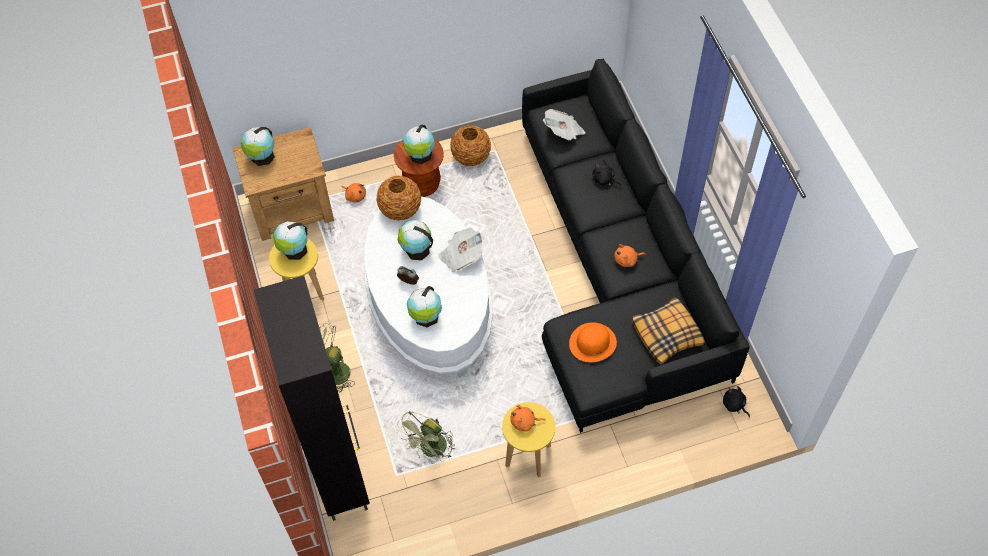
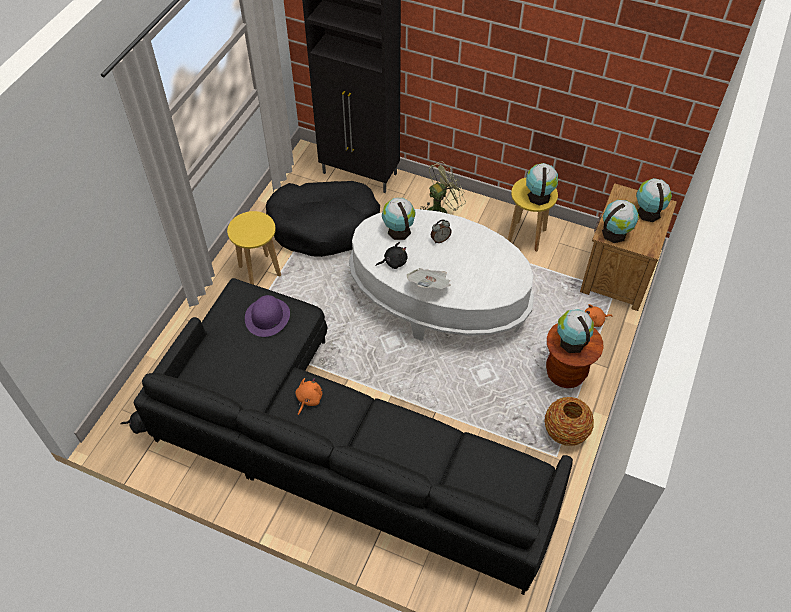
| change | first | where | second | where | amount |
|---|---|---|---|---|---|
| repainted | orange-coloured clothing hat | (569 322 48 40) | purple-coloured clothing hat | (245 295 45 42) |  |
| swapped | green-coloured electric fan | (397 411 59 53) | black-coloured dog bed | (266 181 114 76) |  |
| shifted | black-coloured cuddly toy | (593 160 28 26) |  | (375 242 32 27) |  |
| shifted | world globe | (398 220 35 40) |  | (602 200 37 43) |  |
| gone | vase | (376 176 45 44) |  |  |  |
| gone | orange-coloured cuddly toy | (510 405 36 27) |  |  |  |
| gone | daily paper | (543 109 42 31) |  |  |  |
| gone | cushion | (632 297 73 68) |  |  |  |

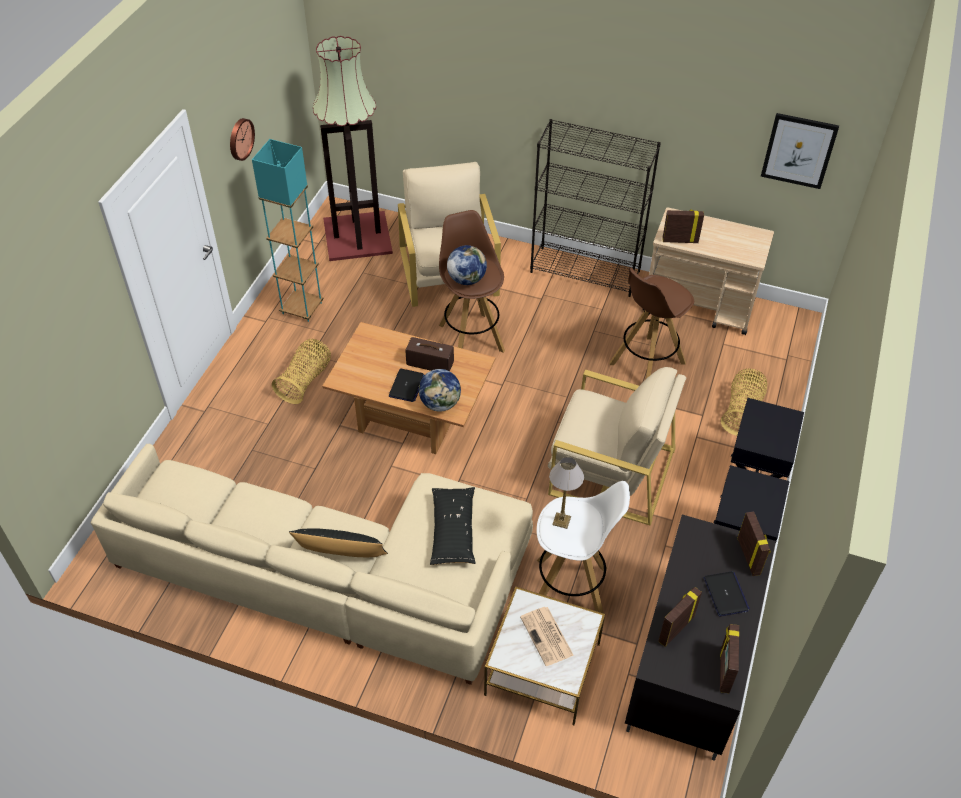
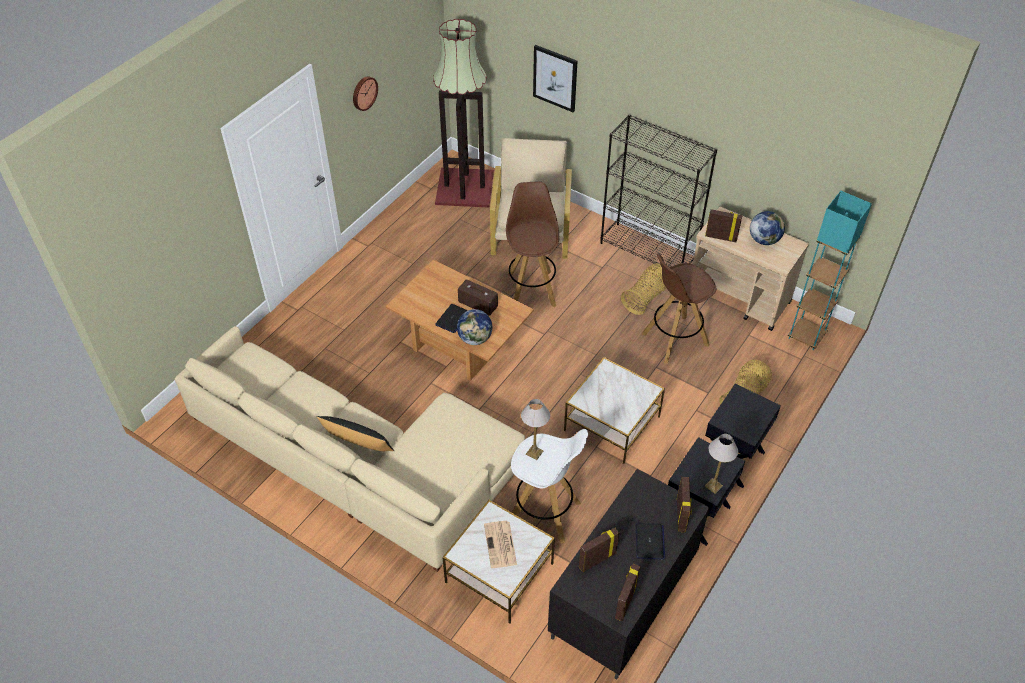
| change | first | where | second | where | amount |
|---|---|---|---|---|---|
| shifted | wall art | (761 113 78 76) |  | (533 45 45 67) |  |
| swapped | sand-coloured armchair | (548 367 138 159) | accent table | (564 357 101 107) |  |
| shifted | storage basket | (272 339 59 65) |  | (621 263 46 52) |  |
| new |  |  | lamp for a table | (705 434 33 60) |  |
| shifted | world globe | (447 245 40 40) |  | (750 211 35 34) |  |
| shifted | turquoise-coloured standing lamp | (252 139 71 183) |  | (788 191 84 159) |  |
| gone | black-coloured cushion | (430 487 46 78) |  |  |  |

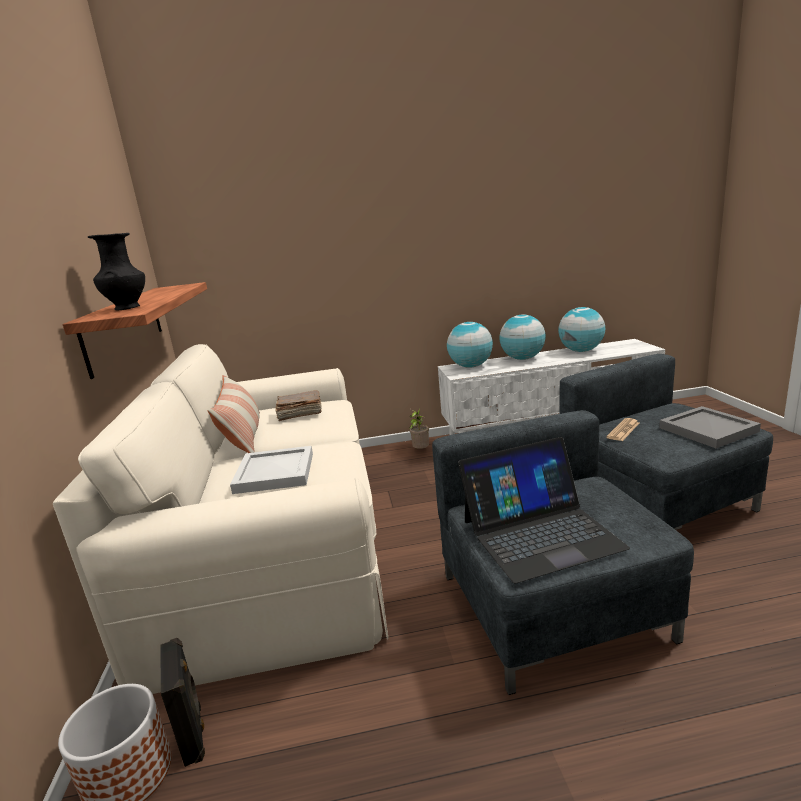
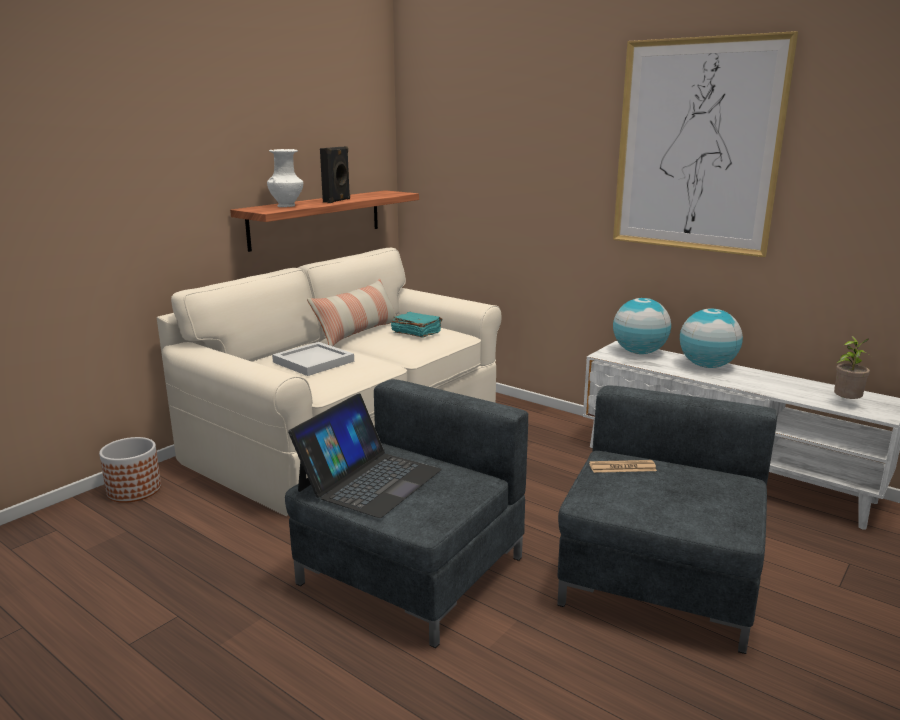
| change | first | where | second | where | amount |
|---|---|---|---|---|---|
| repainted | black-coloured vase | (88 233 57 77) | white-coloured vase | (267 149 36 58) |  |
| rotated | portable computer | (458 437 172 146) |  | (288 393 154 125) | 90 degrees counterclockwise |
| shifted | black-coloured loudspeaker | (160 638 45 129) |  | (320 146 30 57) |  |
| repainted | brownish volume | (275 390 47 31) | turquoise-coloured volume | (391 312 52 26) |  |
| new |  |  | wall art | (613 31 185 226) |  |
| shifted | potted plant | (409 409 20 40) |  | (834 336 37 63) |  |
| gone | world globe | (558 307 47 45) |  |  |  |
| gone | greyish serving tray | (659 406 102 42) |  |  |  |

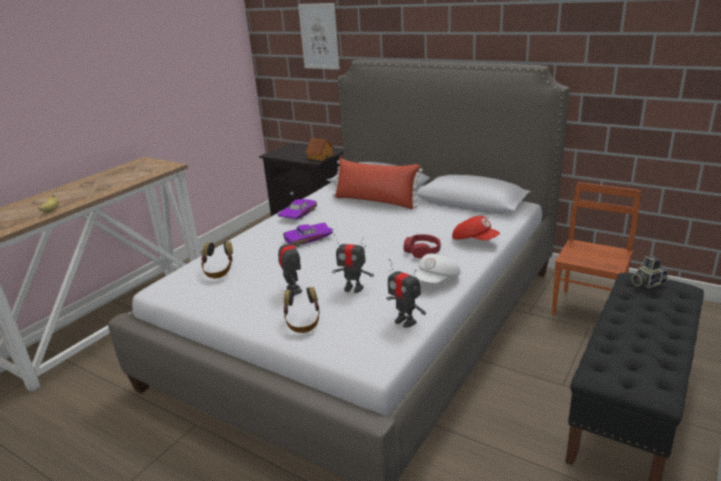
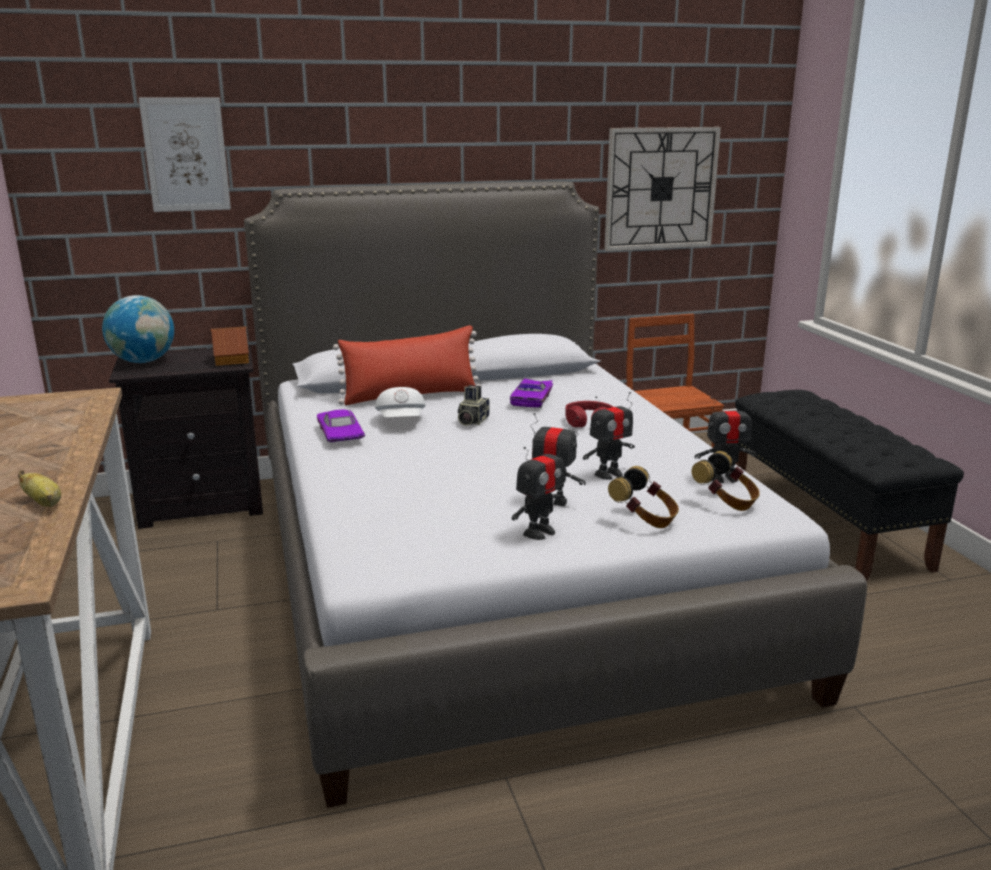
| change | first | where | second | where | amount |
|---|---|---|---|---|---|
| new |  |  | world globe | (102 295 72 68) |  |
| shifted | white-coloured peaked cap | (414 253 47 30) |  | (375 387 51 31) |  |
| shifted | photo camera | (632 256 36 32) |  | (458 385 32 41) |  |
| shifted | purple-coloured model car | (283 222 50 25) |  | (510 378 44 30) |  |
| new |  |  | toy robot | (512 437 52 103) |  |
| new |  |  | hanging clock | (604 127 117 124) |  |
| shifted | pair of headphones | (201 242 32 36) |  | (692 451 68 60) |  |
| gone | reddish peaked cap | (452 216 48 24) |  |  |  |

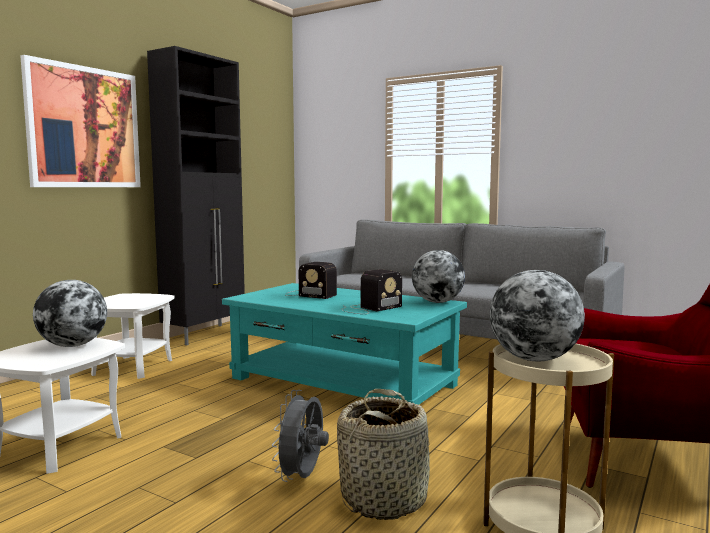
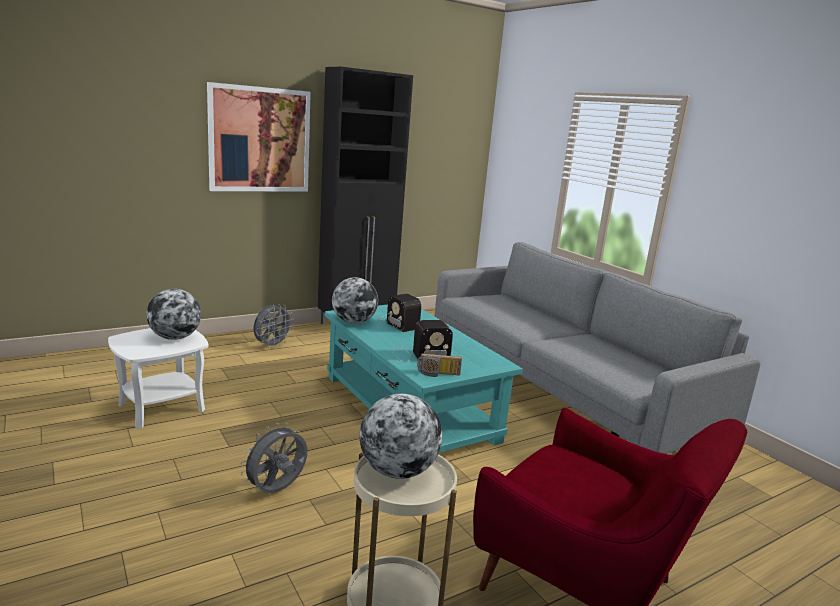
| change | first | where | second | where | amount |
|---|---|---|---|---|---|
| swapped | white-coloured accent table | (91 293 83 86) | greyish electric fan | (254 304 40 45) |  |
| shifted | world globe | (412 250 53 53) |  | (332 277 46 47) |  |
| new |  |  | radio | (417 354 45 23) |  |
| gone | storage basket | (337 389 93 131) |  |  |  |

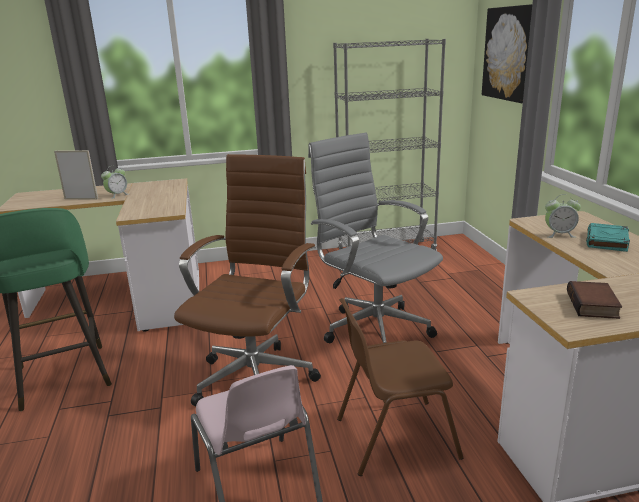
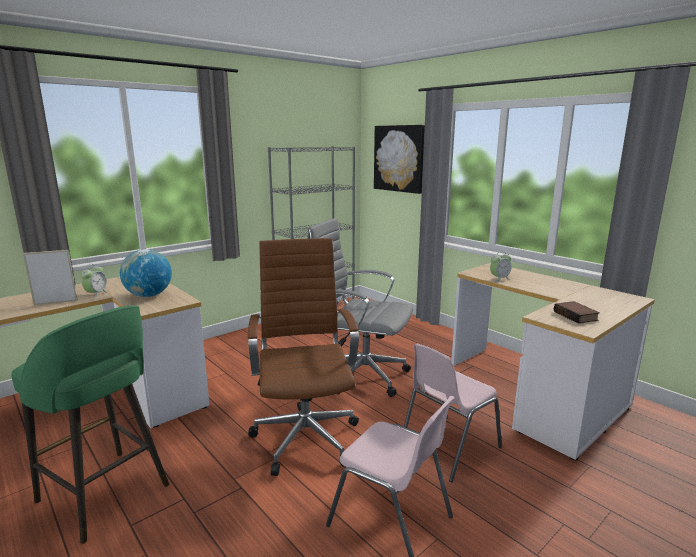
| change | first | where | second | where | amount |
|---|---|---|---|---|---|
| new |  |  | world globe | (120 249 52 48) |  |
| repainted | brownish plain chair | (337 298 127 178) | pink plain chair | (404 344 98 138) |  |
| gone | turquoise-coloured volume | (586 223 44 29) |  |  |  |

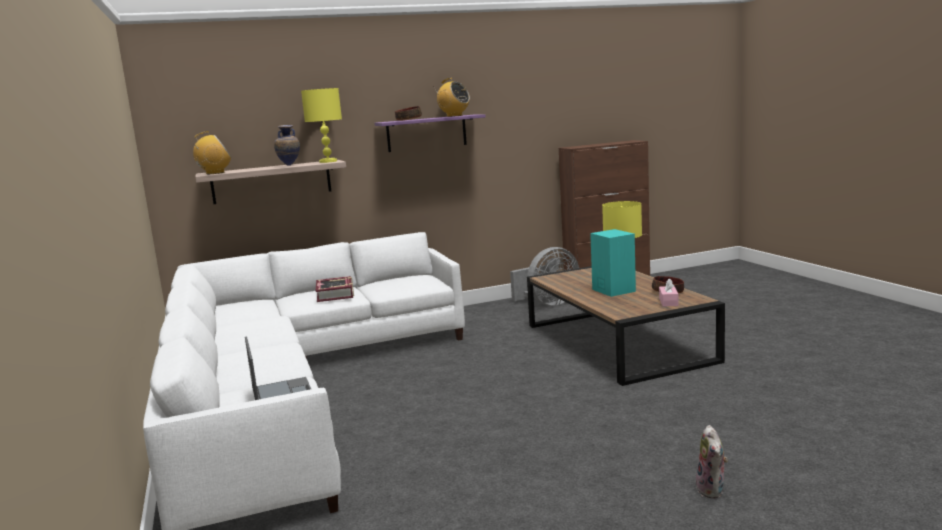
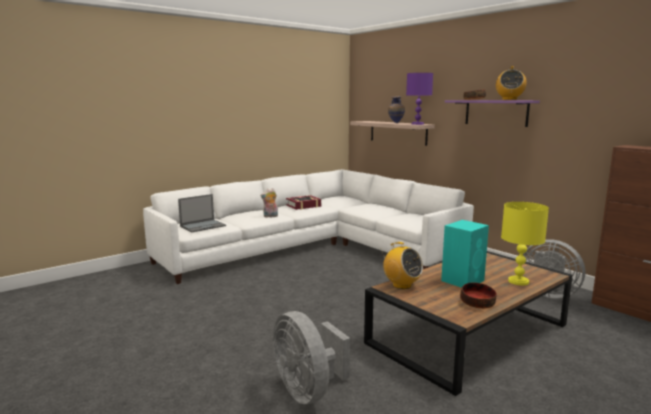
| change | first | where | second | where | amount |
|---|---|---|---|---|---|
| shifted | cuddly toy | (696 425 32 74) |  | (260 188 18 30) |  |
| new |  |  | greyish electric fan | (273 311 77 93) |  |
| shifted | volume | (316 276 38 26) |  | (286 195 35 15) |  |
| shifted | radio | (191 131 41 43) |  | (381 242 42 47) |  |
| repainted | yellow lamp for a table | (301 88 41 75) | purple-coloured lamp for a table | (406 73 27 52) |  |
| gone | pink tissue box | (659 278 19 28) |  |  |  |

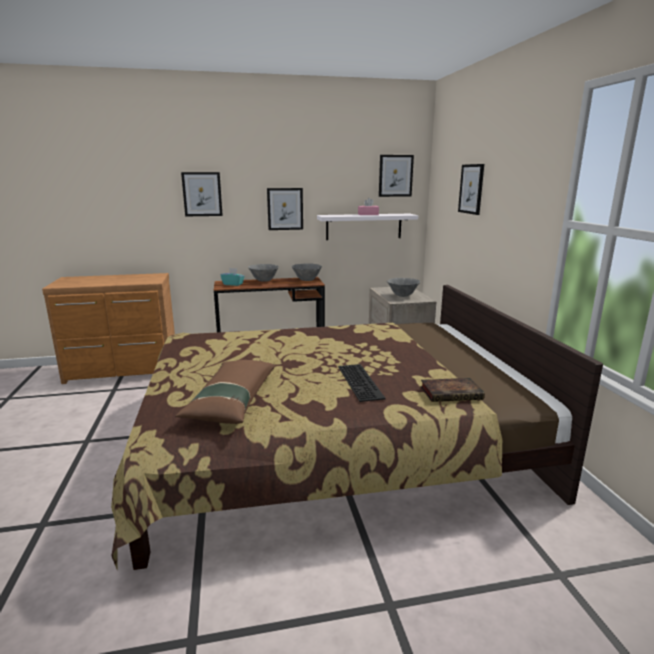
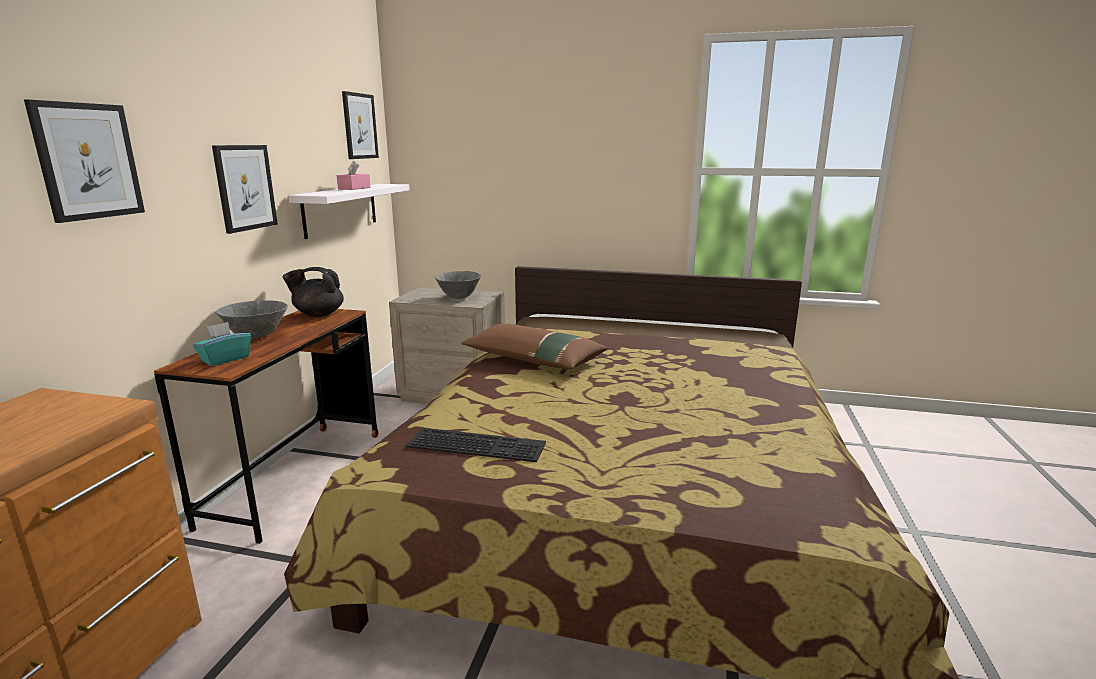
| change | first | where | second | where | amount |
|---|---|---|---|---|---|
| swapped | greyish serving bowl | (291 263 31 18) | black-coloured tea pot | (283 267 61 50) |  |
| shifted | PC keyboard | (338 364 48 38) |  | (406 428 140 34) |  |
| shifted | brownish cushion | (175 360 100 64) |  | (461 323 146 46) |  |
| gone | volume | (420 378 65 24) |  |  |  |
| gone | wall art | (458 164 26 51) |  |  |  |

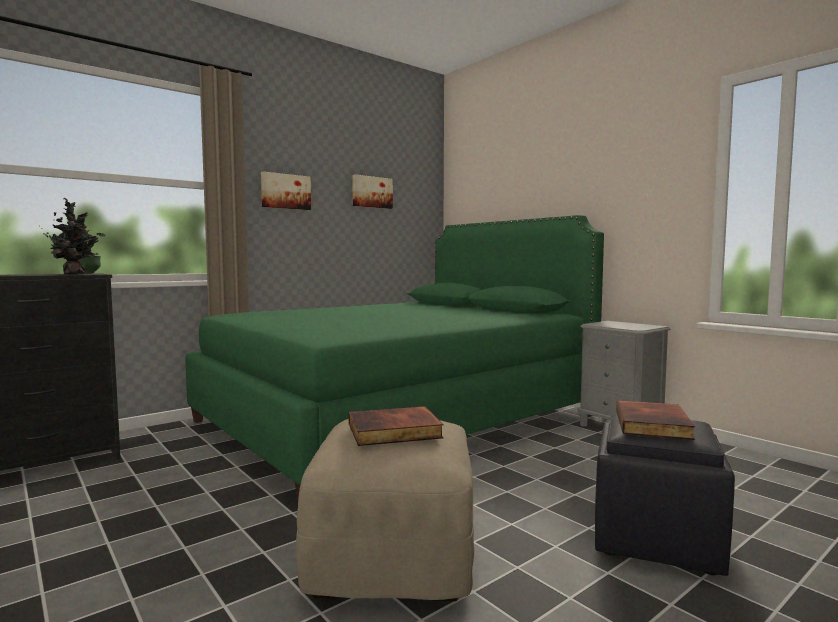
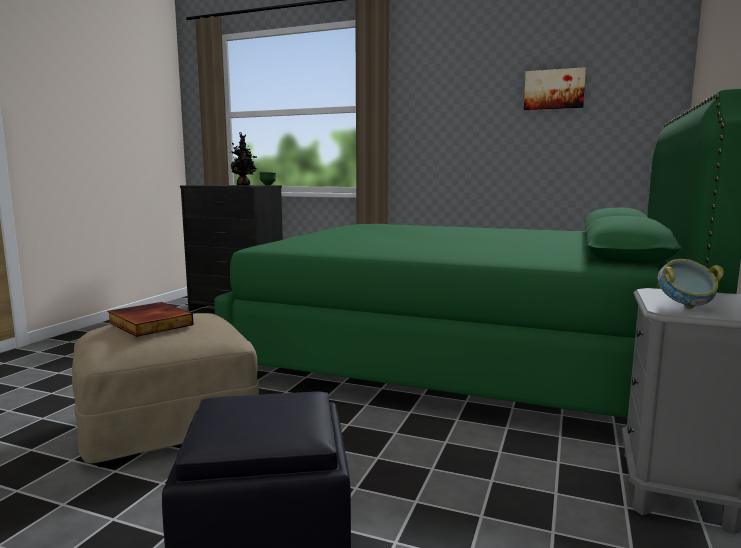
| change | first | where | second | where | amount |
|---|---|---|---|---|---|
| new |  |  | serving bowl | (658 259 66 50) |  |
| gone | wall art | (261 172 50 38) |  |  |  |
| gone | volume | (616 400 79 40) |  |  |  |

